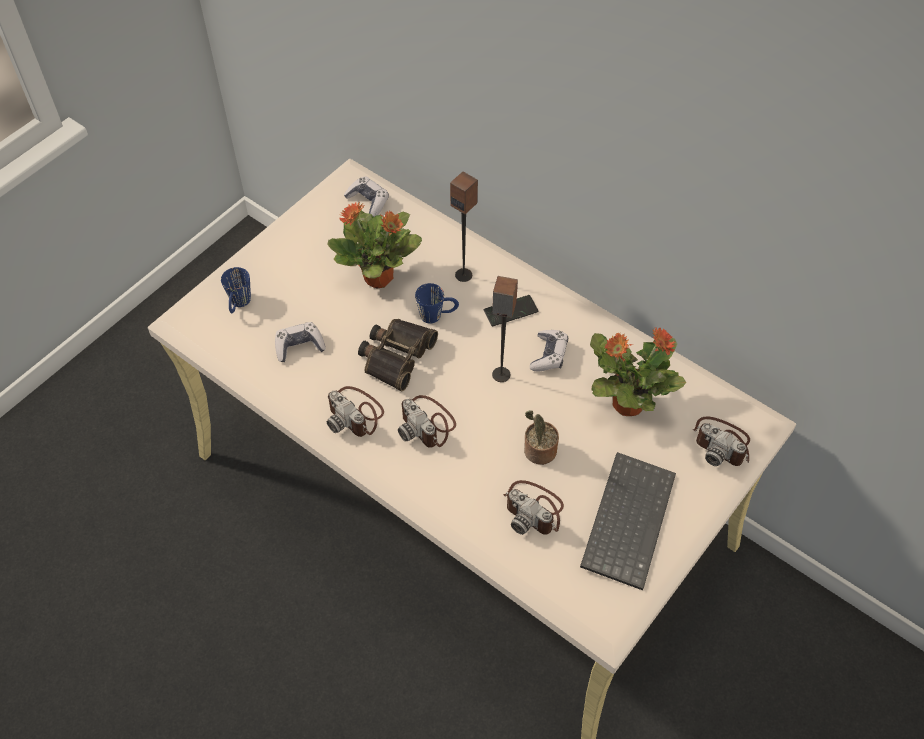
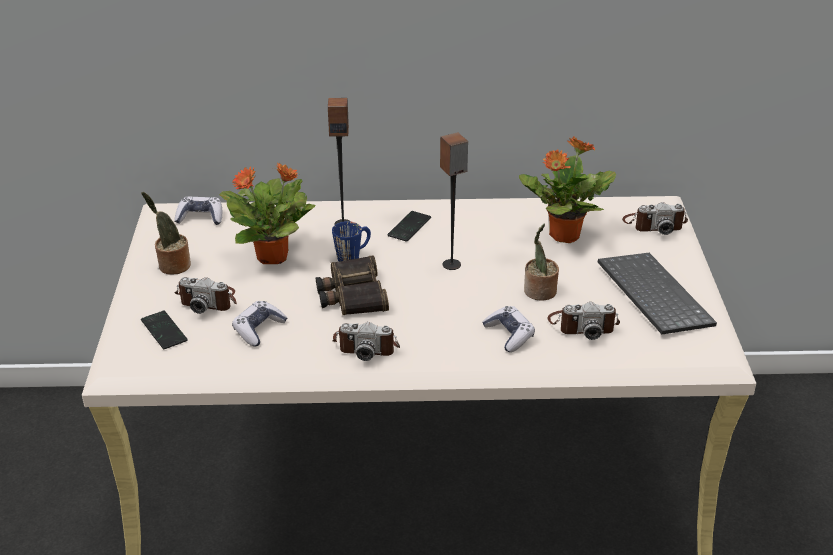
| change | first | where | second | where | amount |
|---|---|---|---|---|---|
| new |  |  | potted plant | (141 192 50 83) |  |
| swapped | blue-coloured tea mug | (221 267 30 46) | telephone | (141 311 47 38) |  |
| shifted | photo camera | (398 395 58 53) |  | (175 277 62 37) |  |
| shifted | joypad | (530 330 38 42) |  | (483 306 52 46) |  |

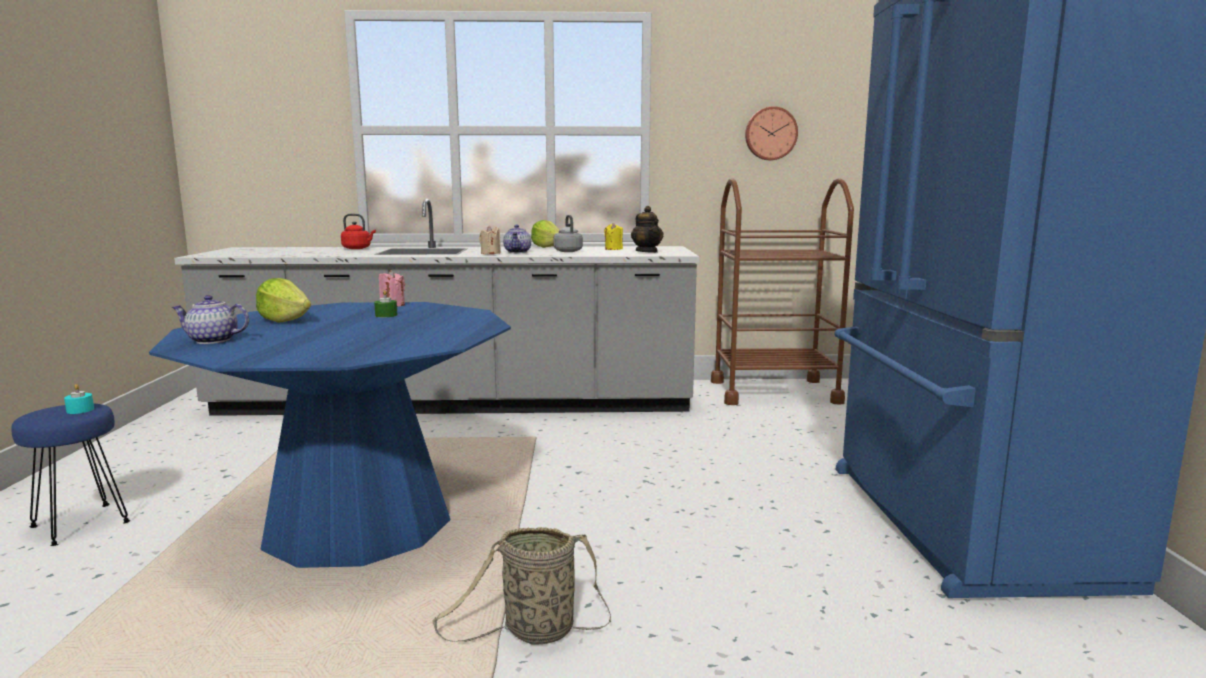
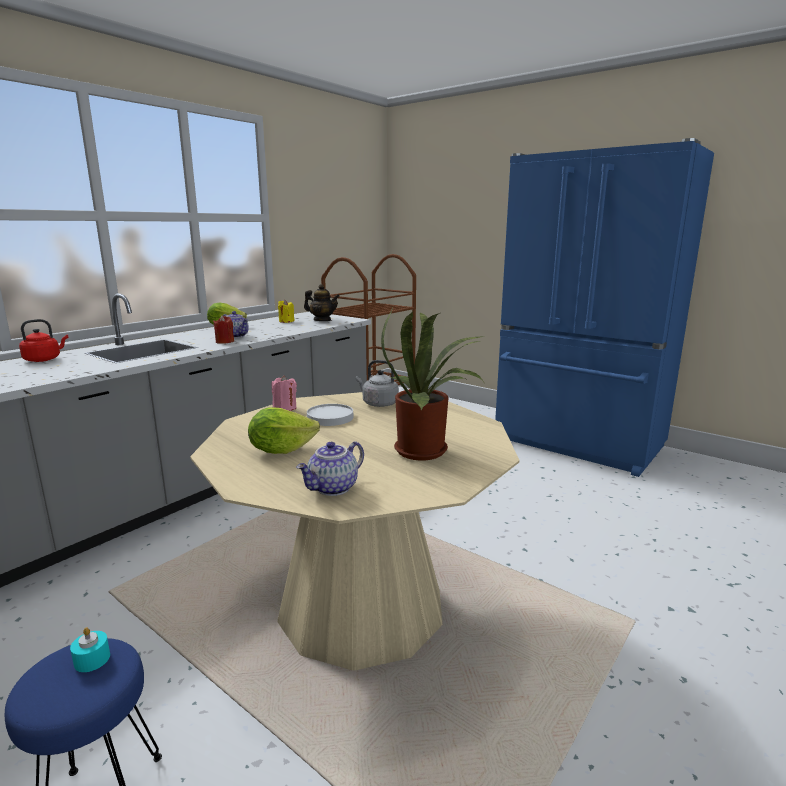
| change | first | where | second | where | amount |
|---|---|---|---|---|---|
| repainted | blue-coloured kitchen table | (149 302 362 266) | sand-coloured kitchen table | (190 392 329 279) |  |
| repainted | sand-coloured wax light | (479 225 22 29) | reddish wax light | (213 315 21 29) |  |
| swapped | green-coloured wax light | (374 290 23 27) | white-coloured flat dish | (307 404 46 22) |  |
| shifted | greyish tea kettle | (554 215 29 37) |  | (356 360 43 47) |  |
| new |  |  | potted plant | (381 308 103 153) |  |
| gone | storage basket | (433 527 178 117) |  |  |  |
| gone | hanging clock | (745 106 53 54) |  |  |  |

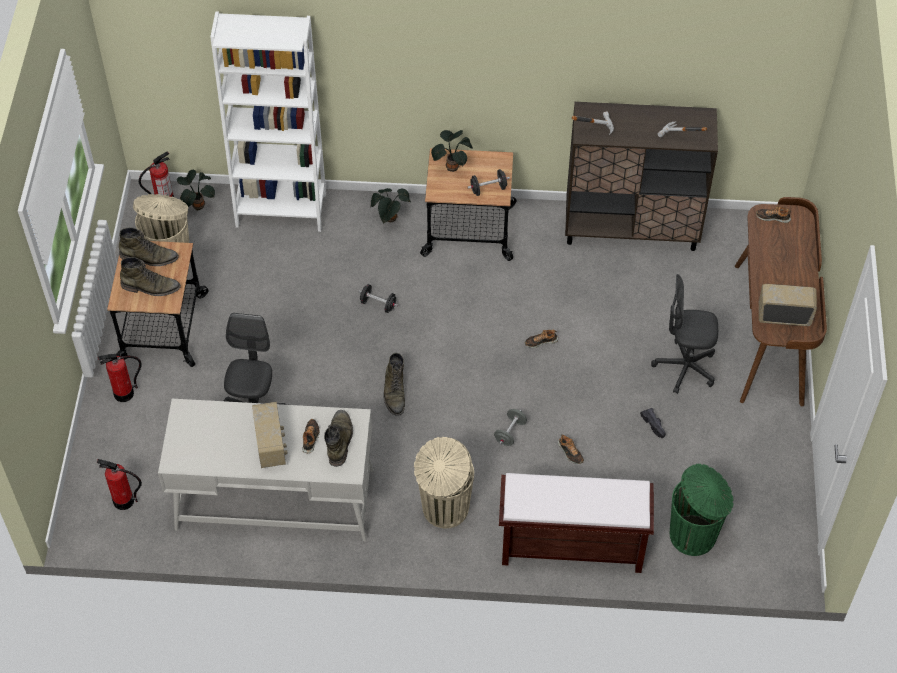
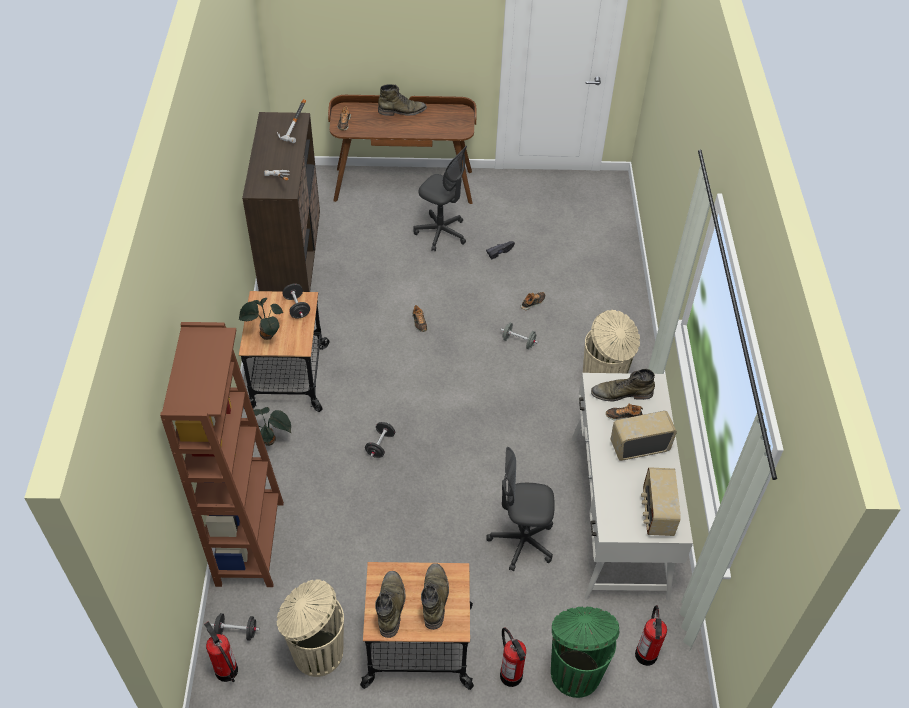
| change | first | where | second | where | amount |
|---|---|---|---|---|---|
| repainted | white-coloured shelving unit | (211 11 115 221) | brownish shelving unit | (160 322 124 265) |  |
| swapped | potted plant | (177 170 38 41) | black-coloured dumbbell | (210 613 50 28) |  |
| shifted | green-coloured boot | (383 353 22 62) |  | (378 84 49 32) |  |
| rotated | greyish computer chair | (651 274 67 120) |  | (413 146 54 105) | 60 degrees counterclockwise |
| shifted | green-coloured trash can | (670 464 64 92) |  | (551 607 68 91) |  |
| shifted | radio | (759 284 58 42) |  | (641 467 40 69) |  |
| gone | brownish long seat | (499 473 155 100) |  |  |  |

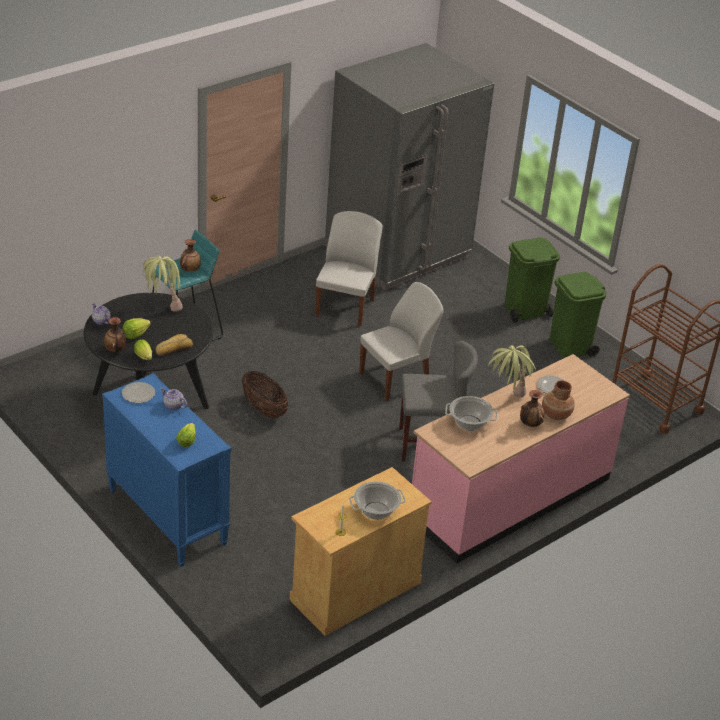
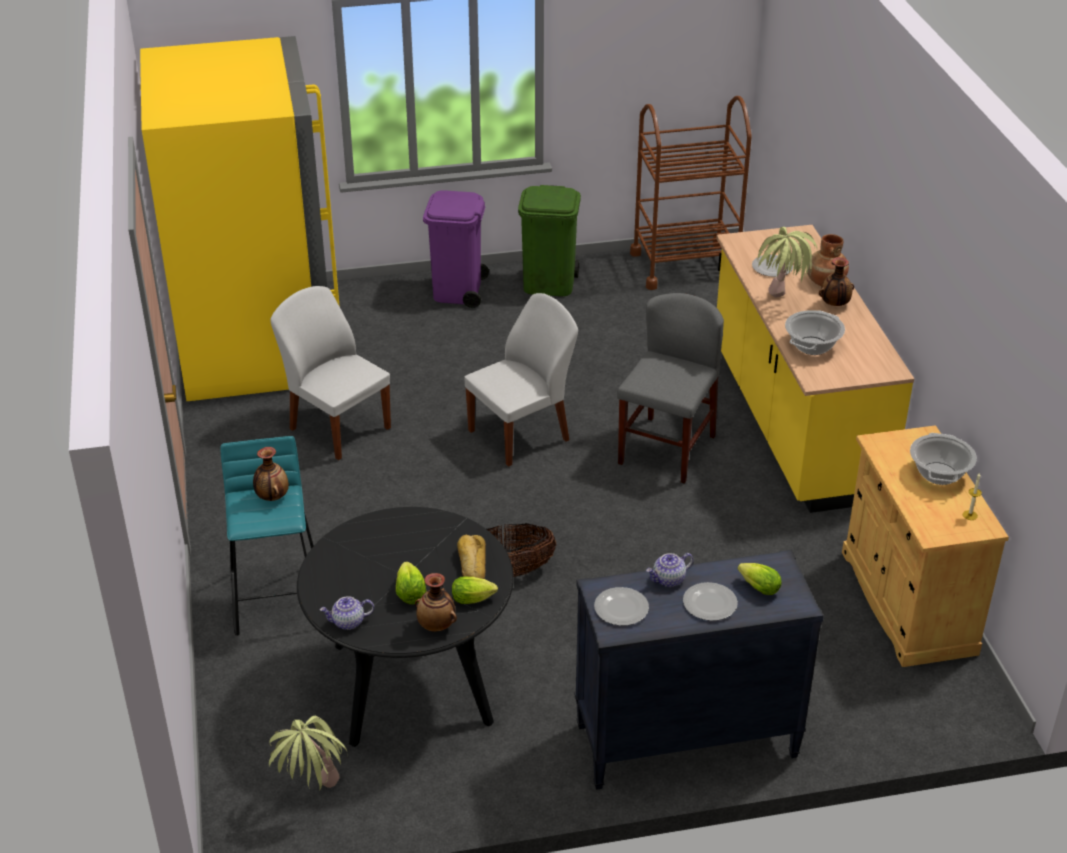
| change | first | where | second | where | amount |
|---|---|---|---|---|---|
| repainted | greyish fridge | (325 43 169 247) | yellow fridge | (140 36 200 365) |  |
| shifted | potted plant | (143 256 40 56) |  | (269 716 79 73) |  |
| repainted | green-coloured trash can | (505 238 55 85) | purple-coloured trash can | (423 190 66 118) |  |
| rotated | white-coloured plain chair | (359 282 85 119) |  | (464 293 114 174) | 60 degrees clockwise |
| repainted | blue-coloured drawer chest | (102 373 130 194) | black-coloured drawer chest | (574 550 250 240) |  |
| new |  |  | flat dish | (683 582 55 39) |  |
| repainted | pink kitchen base unit | (412 354 218 209) | yellow kitchen base unit | (716 225 198 288) |  |

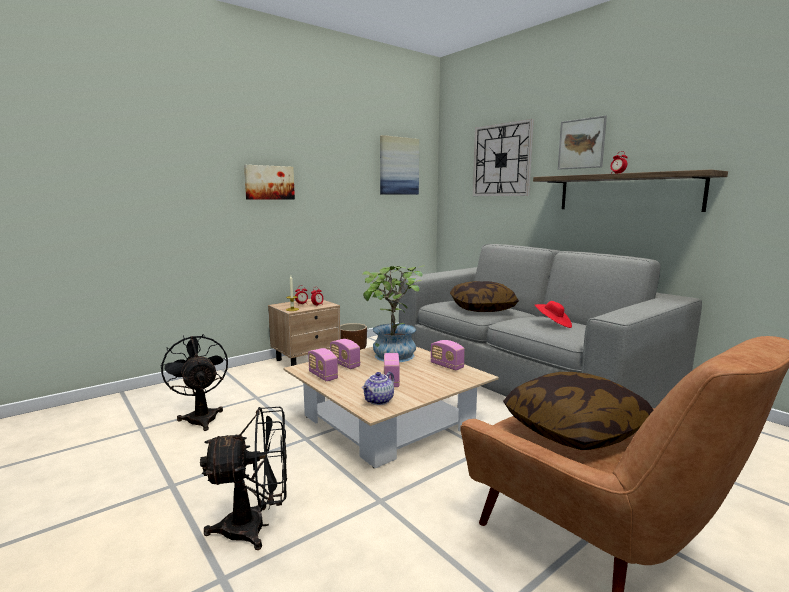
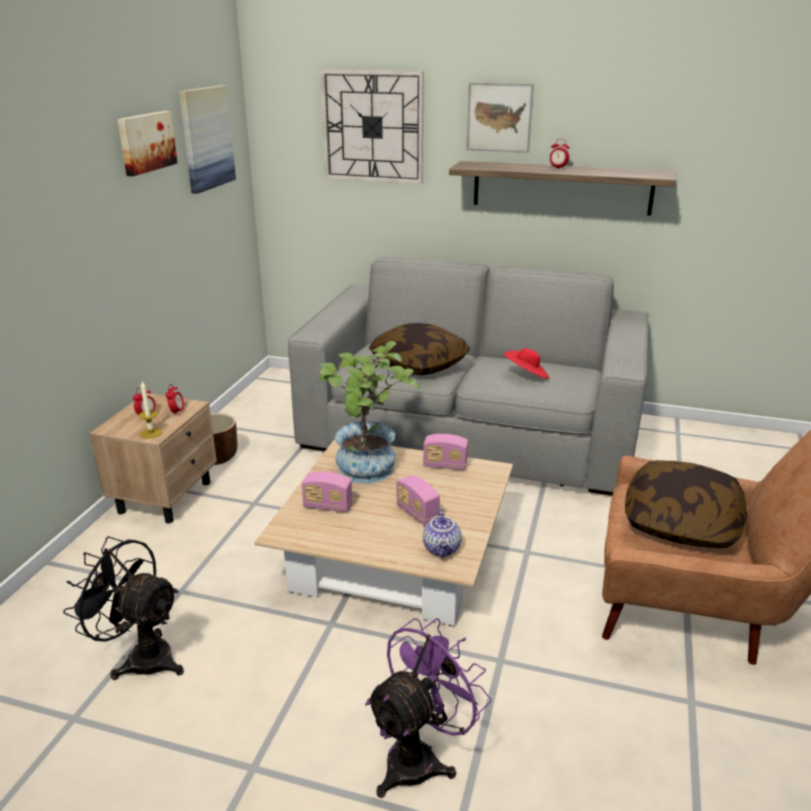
| change | first | where | second | where | amount |
|---|---|---|---|---|---|
| shifted | wall art | (244 165 51 35) |  | (117 111 61 65) |  |
| repainted | black-coloured electric fan | (200 407 87 143) | purple-coloured electric fan | (365 618 127 180) |  |
| gone | radio | (308 348 30 33) |  |  |  |

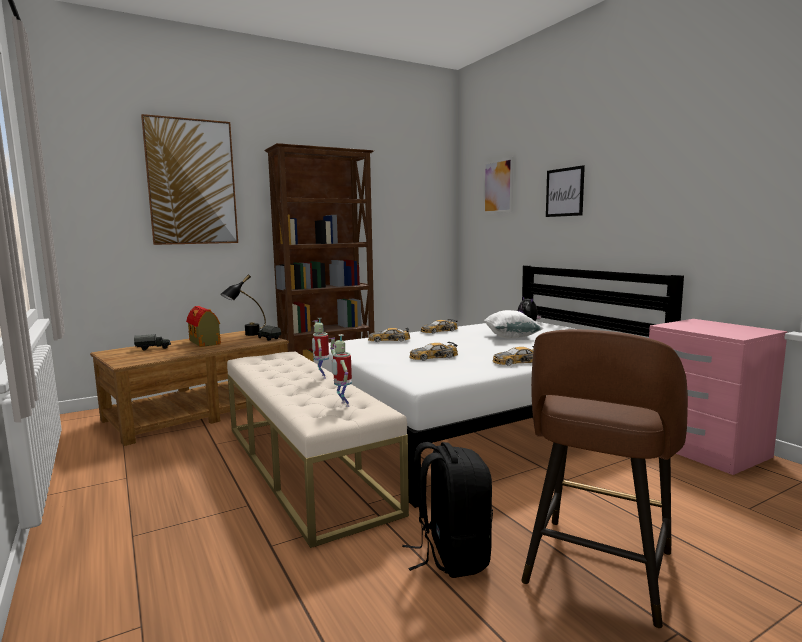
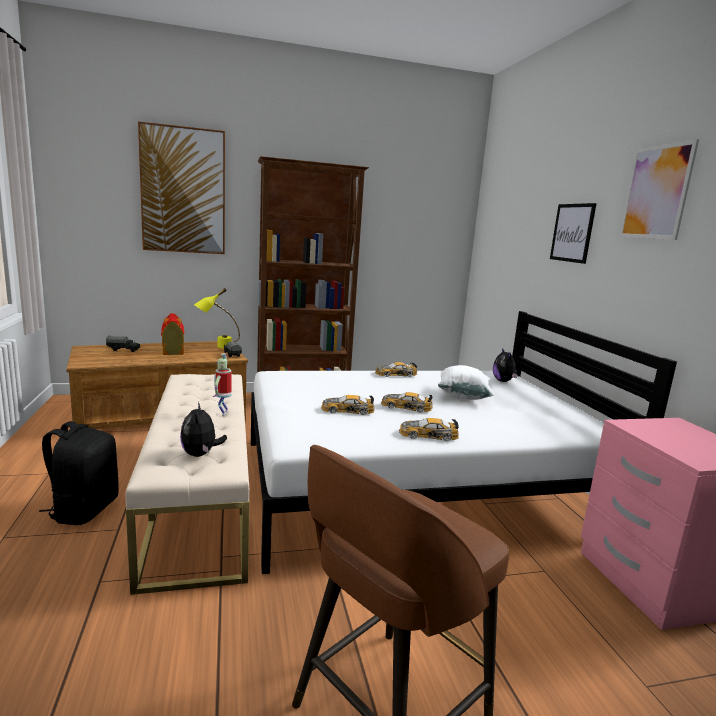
| change | first | where | second | where | amount |
|---|---|---|---|---|---|
| shifted | black-coloured rucksack | (402 442 91 136) |  | (39 421 80 104) |  |
| swapped | toy robot | (329 334 23 73) | cuddly toy | (180 402 47 55) |  |
| repainted | black-coloured lamp for a table | (220 275 46 61) | yellow lamp for a table | (194 288 46 60) |  |
| shifted | model car | (368 328 42 14) |  | (381 392 52 21) |  |
| shifted | wall art | (483 157 30 57) |  | (619 139 80 101) |  |

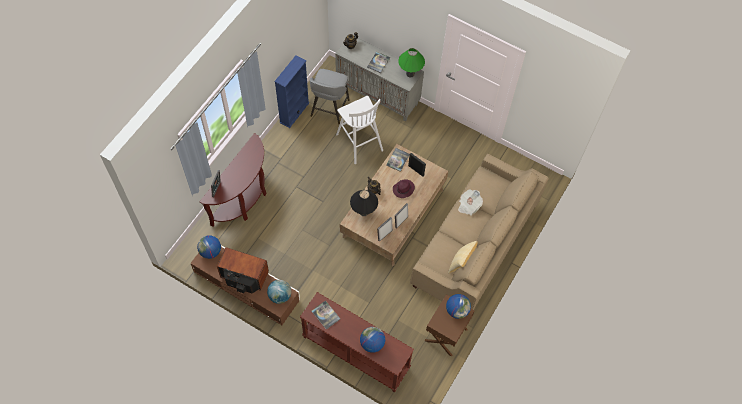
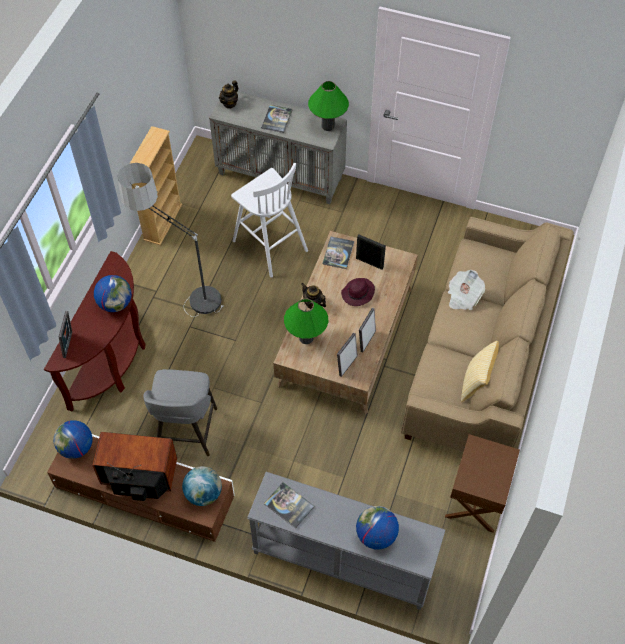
| change | first | where | second | where | amount |
|---|---|---|---|---|---|
| shifted | world globe | (446 294 25 25) |  | (94 275 38 37) |  |
| new |  |  | standing lamp | (118 163 105 154) |  |
| repainted | blue-coloured shelving unit | (274 55 36 73) | sand-coloured shelving unit | (130 126 52 119) |  |
| shifted | greyish stool seat | (310 69 40 56) |  | (143 369 74 87) |  |
| repainted | brownish hall table | (300 292 114 101) | greyish hall table | (247 472 198 138) |  |
| repainted | black-coloured lamp for a table | (350 190 28 26) | green-coloured lamp for a table | (284 298 44 46) |  |

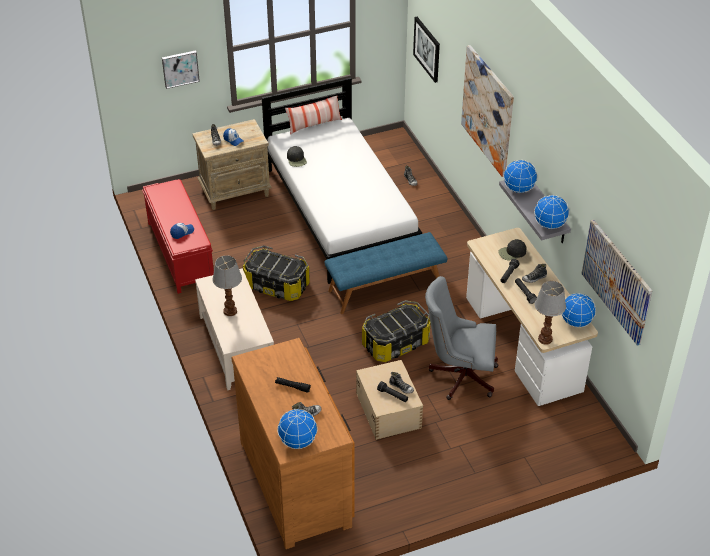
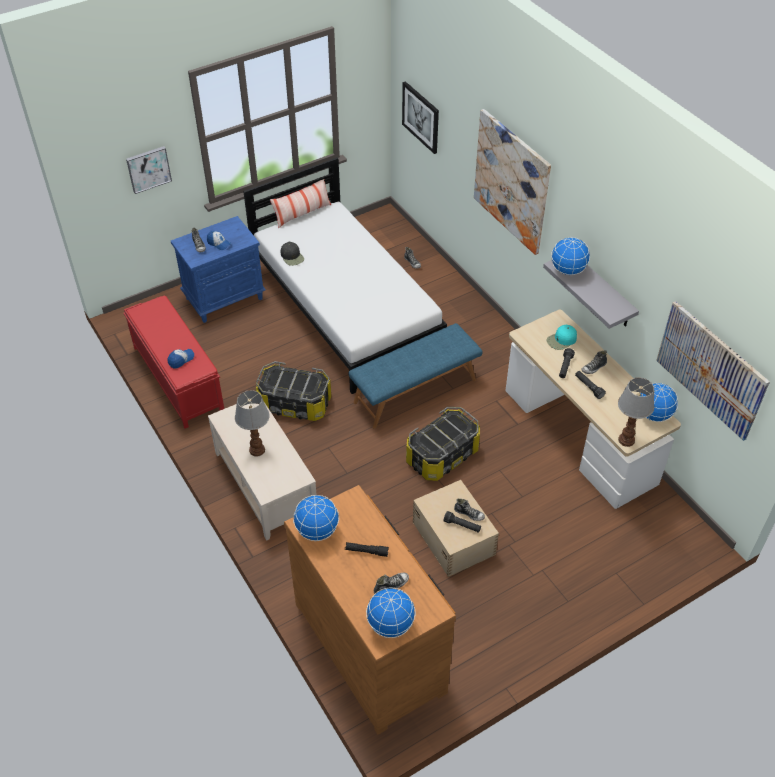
| change | first | where | second | where | amount |
|---|---|---|---|---|---|
| repainted | sand-coloured nightstand | (193 119 79 91) | blue-coloured nightstand | (171 216 95 107) |  |
| shifted | world globe | (534 195 35 35) |  | (293 495 46 46) |  |
| repainted | black-coloured peaked cap | (498 239 28 21) | turquoise-coloured peaked cap | (546 325 31 25) |  |
| gone | greyish computer chair | (425 276 74 124) |  |  |  |

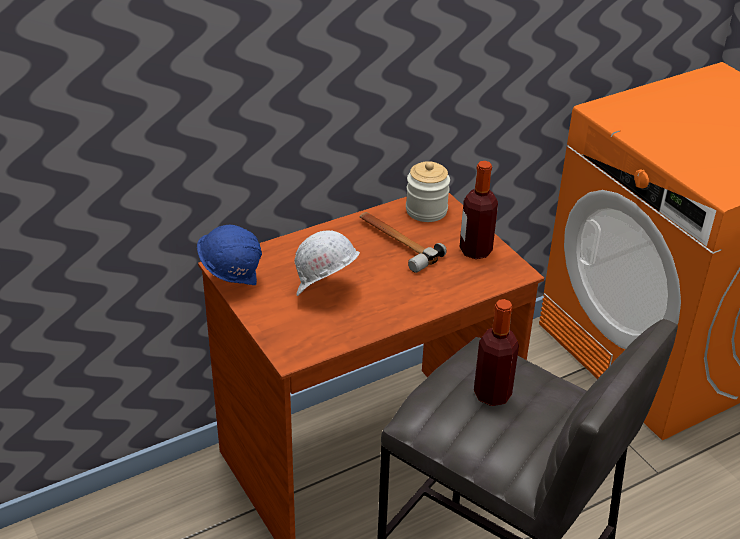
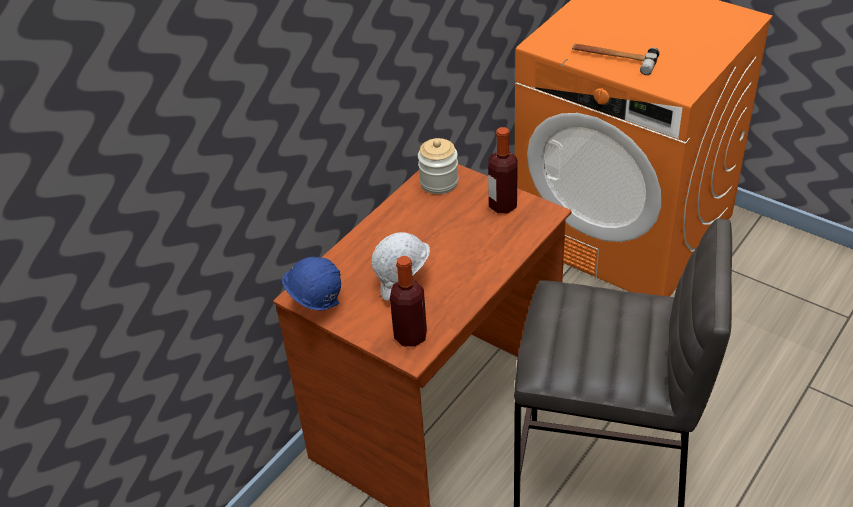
| change | first | where | second | where | amount |
|---|---|---|---|---|---|
| shifted | beverage bottle | (474 299 45 107) |  | (390 256 37 91) |  |
| shifted | tool hammer | (359 212 88 61) |  | (572 44 87 31) |  |

